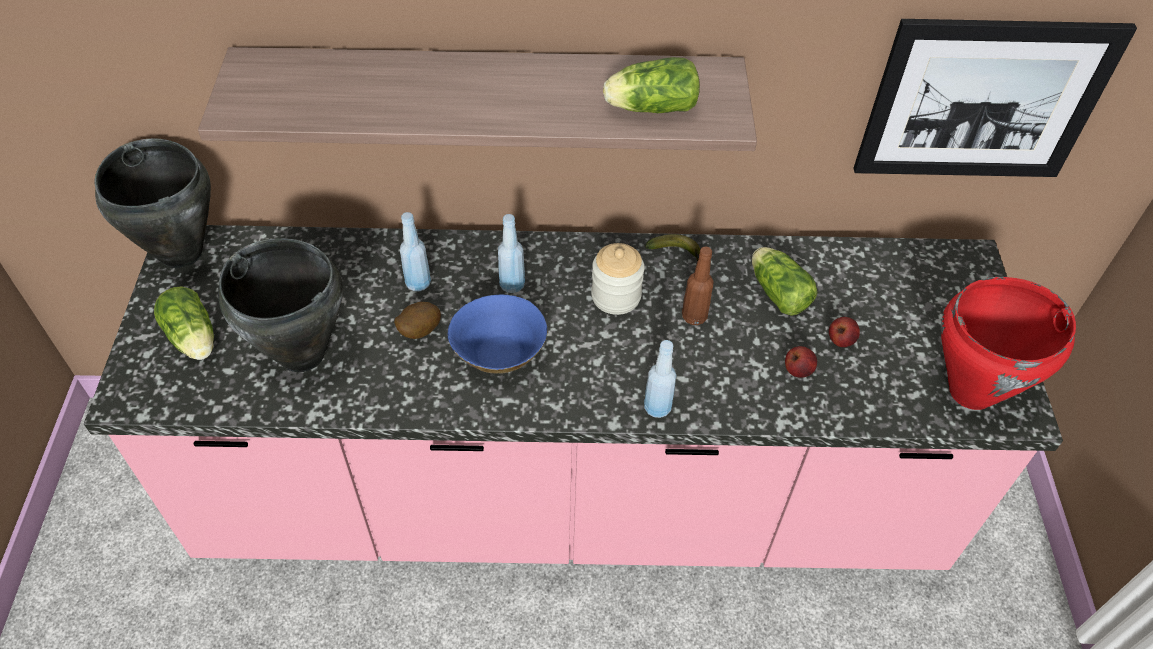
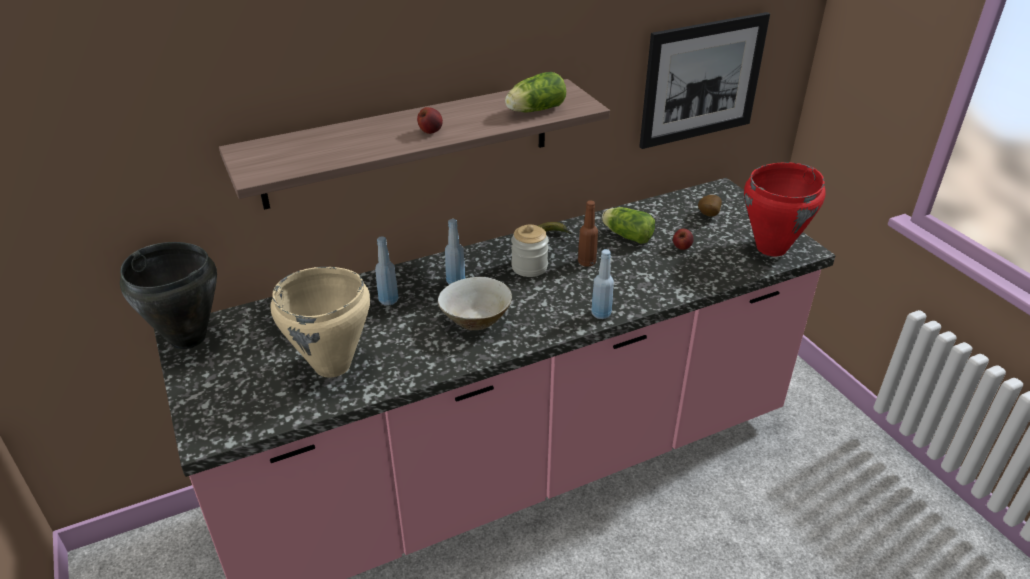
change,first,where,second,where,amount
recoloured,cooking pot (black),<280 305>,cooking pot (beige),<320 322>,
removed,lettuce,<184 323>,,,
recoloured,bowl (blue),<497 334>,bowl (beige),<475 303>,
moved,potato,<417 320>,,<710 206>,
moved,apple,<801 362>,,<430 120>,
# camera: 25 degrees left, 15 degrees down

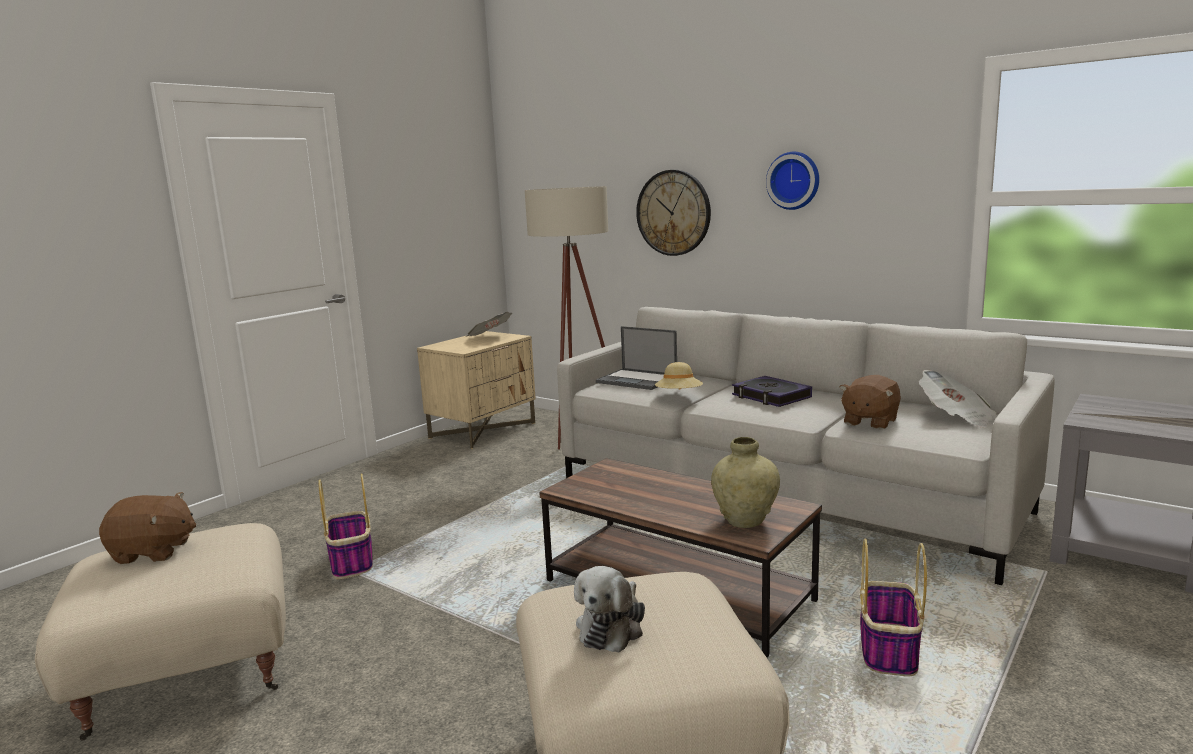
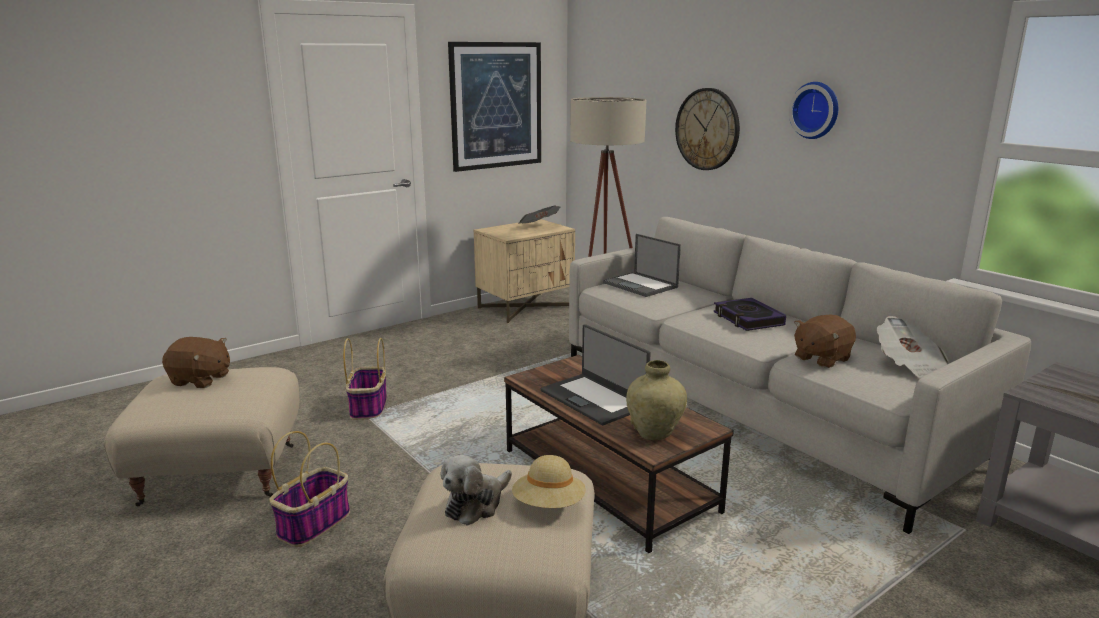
change,first,where,second,where,amount
moved,hat (beige),<679 375>,,<549 481>,
moved,basket,<893 607>,,<309 489>,
added,,,picture,<494 107>,
added,,,laptop,<596 374>,
# camera: 15 degrees right, 5 degrees up

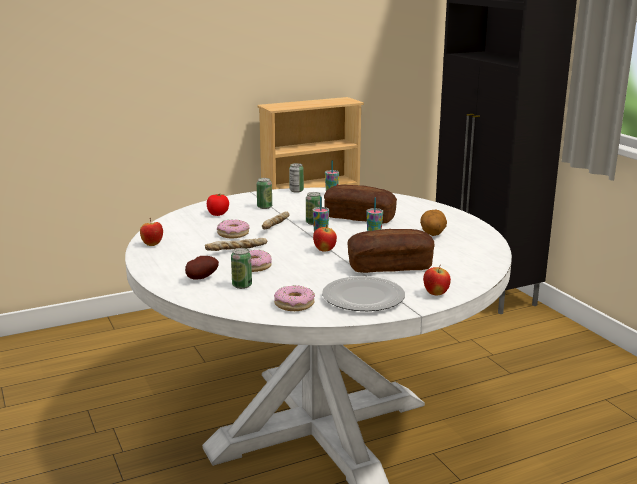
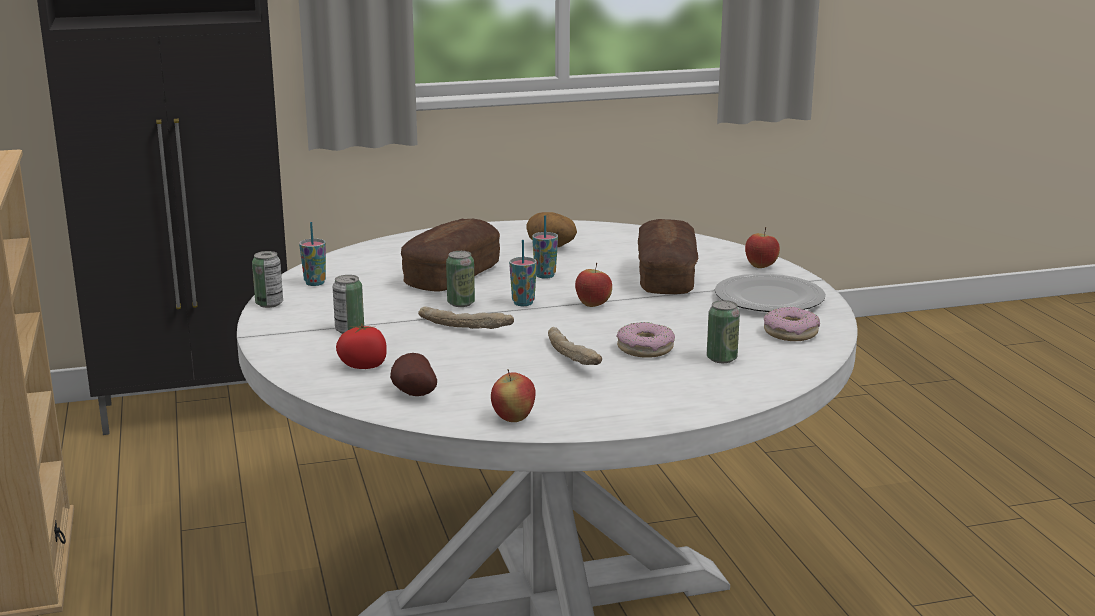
change,first,where,second,where,amount
removed,donut,<233 228>,,,
moved,potato,<202 268>,,<413 374>,
# camera: 80 degrees left, 0 degrees up

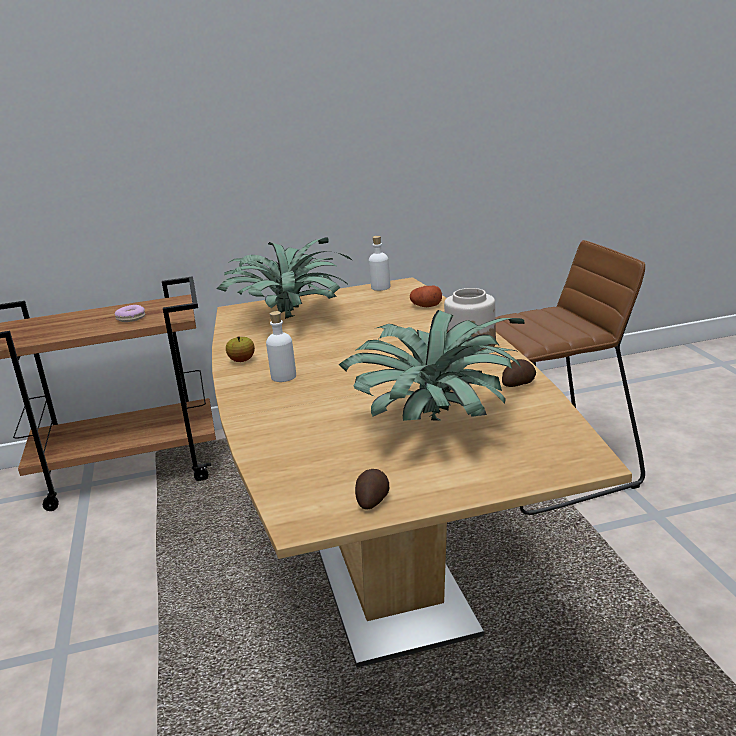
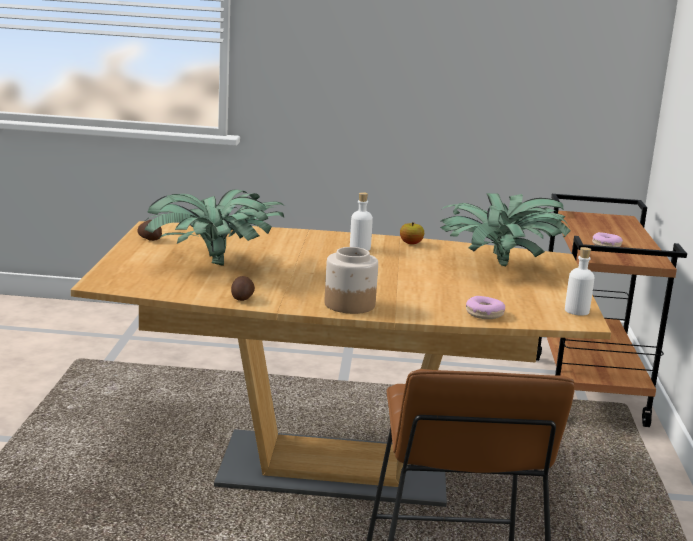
change,first,where,second,where,amount
replaced,potato,<426 296>,donut,<485 307>,
# camera: 105 degrees right, 5 degrees down

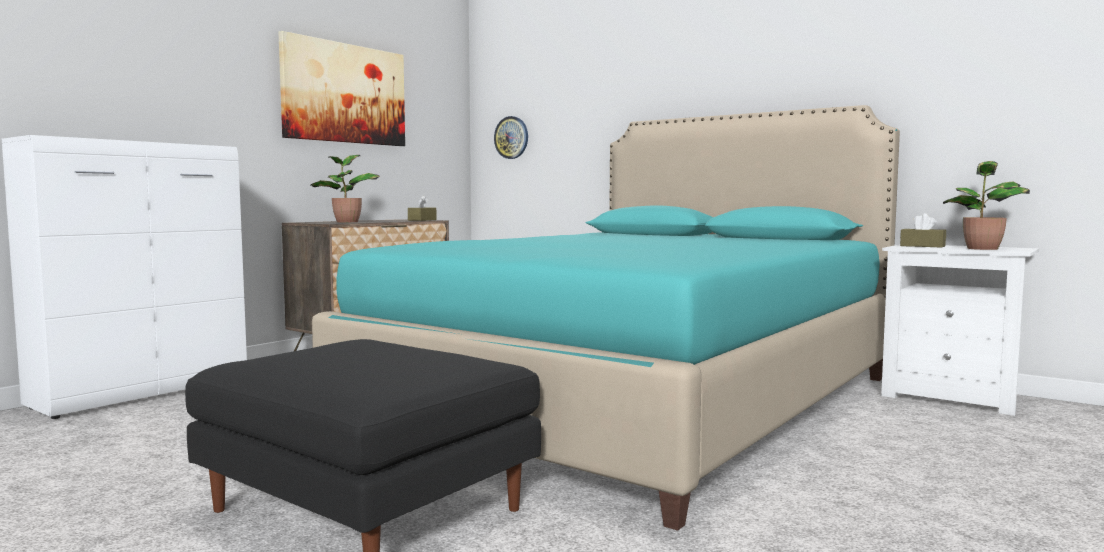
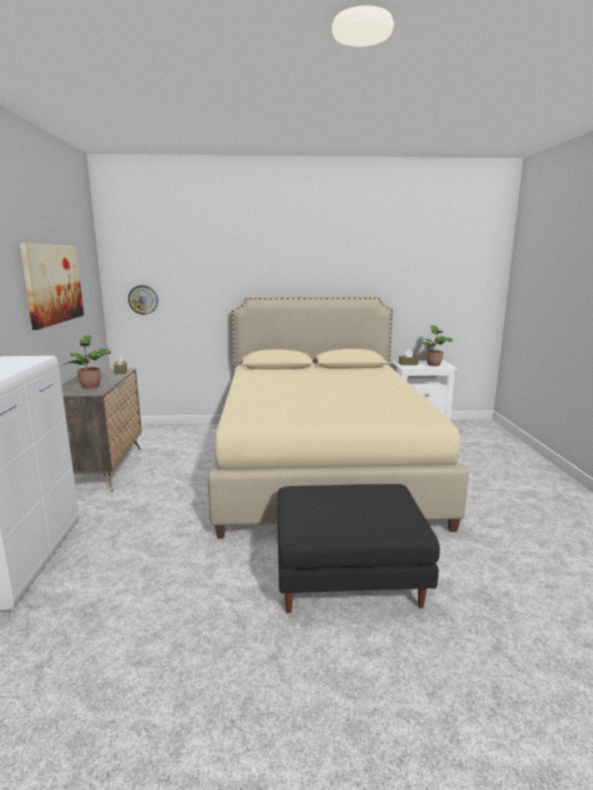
change,first,where,second,where,amount
recoloured,bed (turquoise),<606 318>,bed (beige),<338 417>,
# camera: 40 degrees left, 10 degrees up

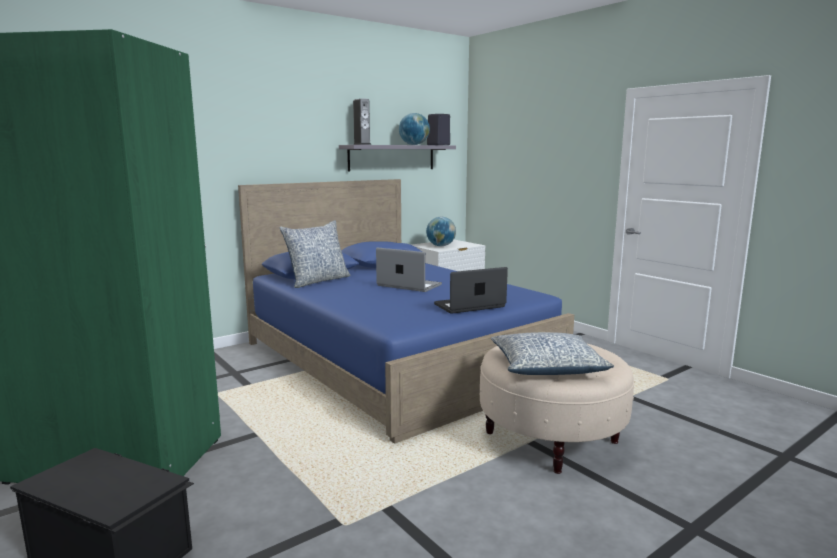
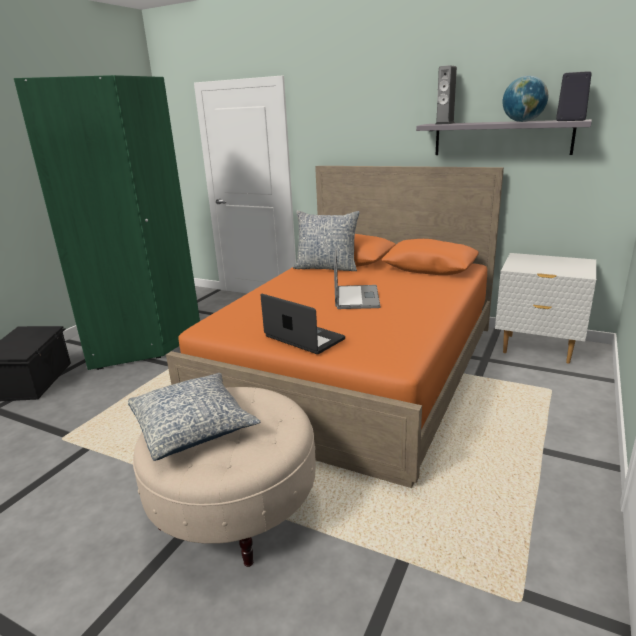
change,first,where,second,where,amount
recoloured,bed (blue),<406 311>,bed (orange),<335 327>,
removed,globe,<441 231>,,,
# camera: 65 degrees right, 10 degrees up

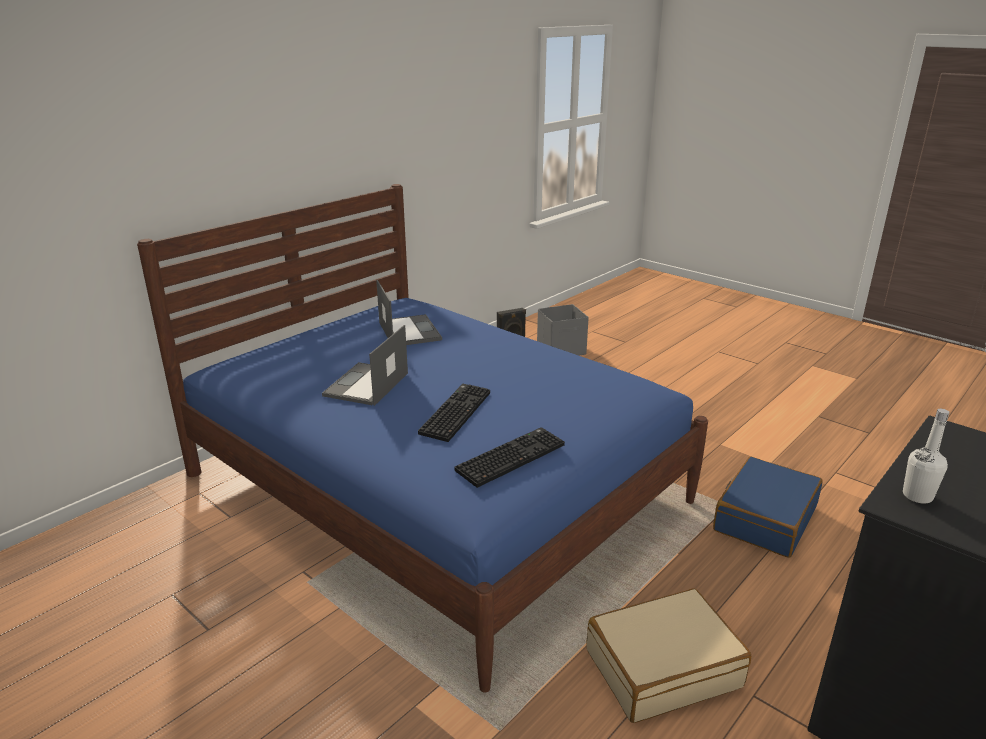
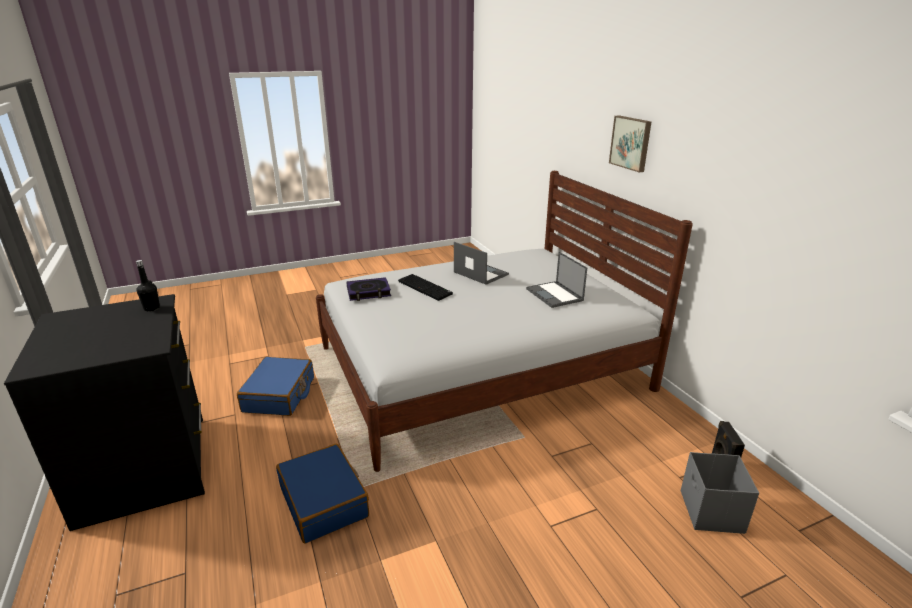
change,first,where,second,where,amount
recoloured,bed (blue),<422 438>,bed (white),<504 321>,
turned,laptop,<409 312>,,<556 280>,60 degrees clockwise
recoloured,bottle (white),<926 456>,bottle (black),<148 285>,
replaced,keyboard,<509 457>,book,<368 289>,
recoloured,suitcase (beige),<668 655>,suitcase (blue),<275 386>,
added,,,picture,<630 144>,
# camera: 115 degrees right, 0 degrees up

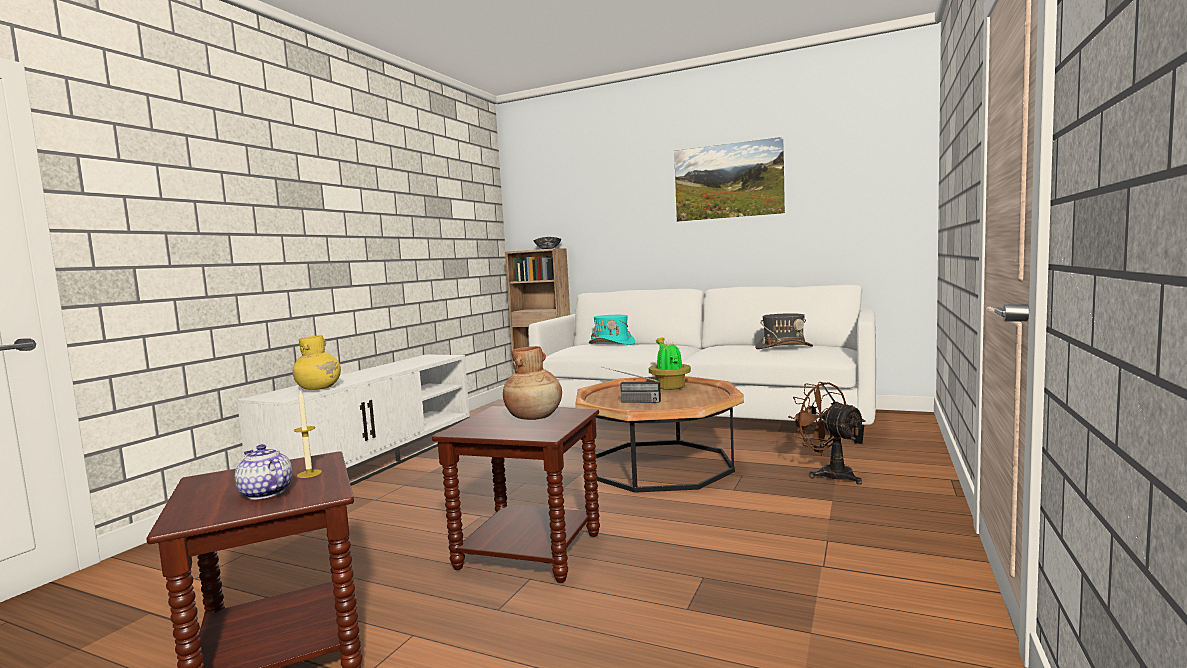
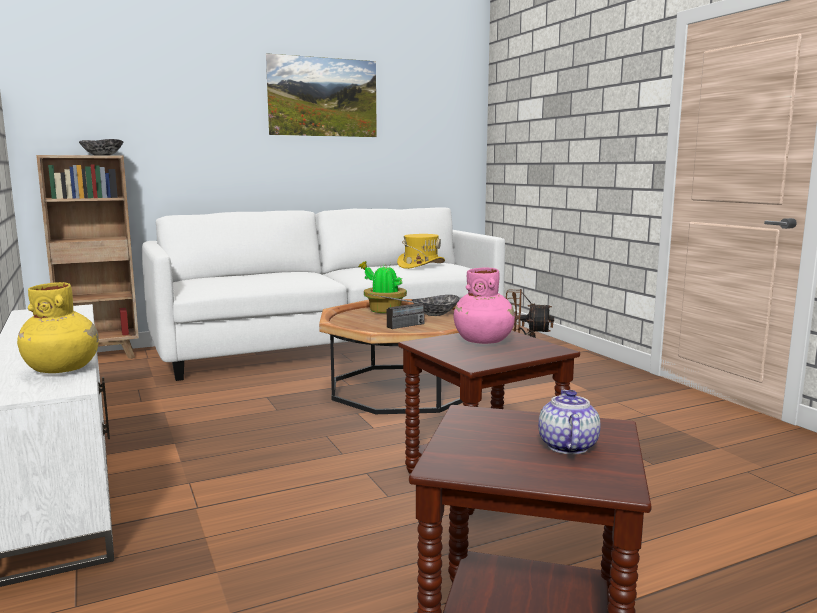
change,first,where,second,where,amount
recoloured,hat (grey),<784 331>,hat (yellow),<421 251>,
removed,hat (turquoise),<612 330>,,,
recoloured,vase (brown),<532 383>,vase (pink),<484 306>,
removed,candle,<308 434>,,,
turned,teapot,<263 472>,,<569 422>,105 degrees clockwise
added,,,bowl,<435 305>,
# camera: 50 degrees left, 5 degrees up

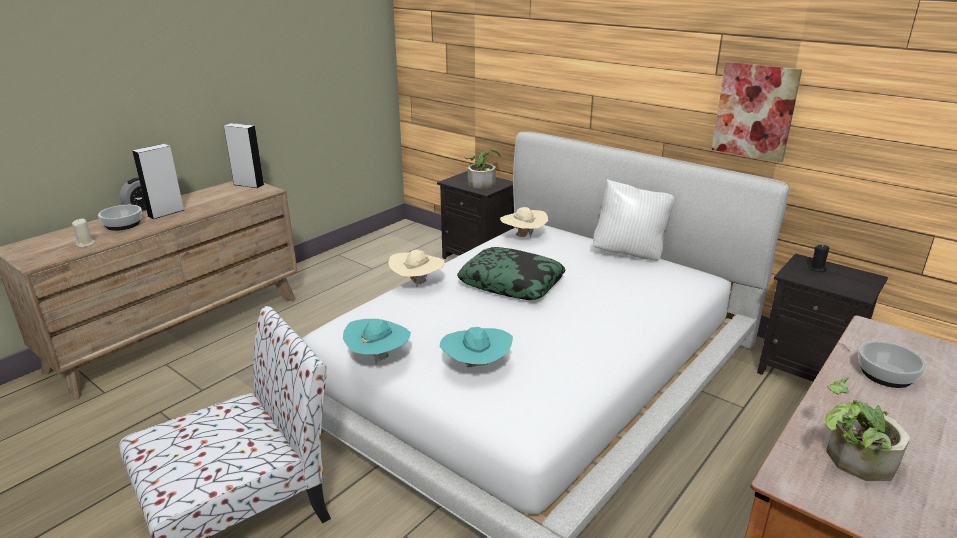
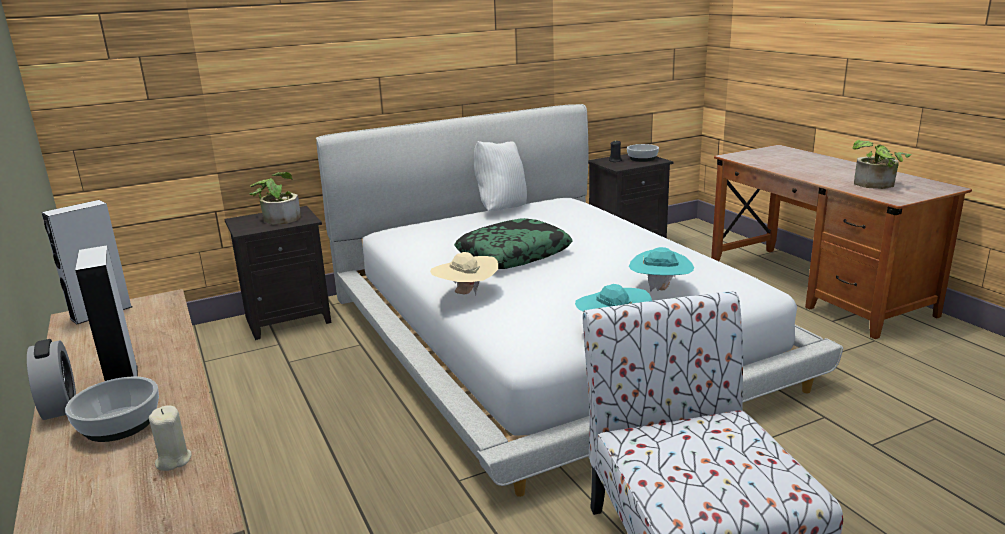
change,first,where,second,where,amount
removed,picture,<757 112>,,,
removed,hat (beige),<524 222>,,,
moved,bowl,<892 364>,,<643 153>,
# camera: 65 degrees left, 5 degrees down

